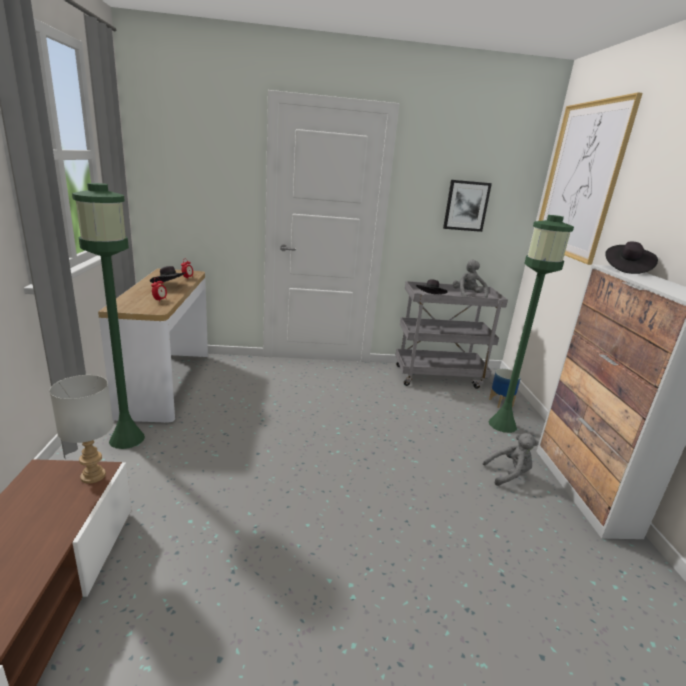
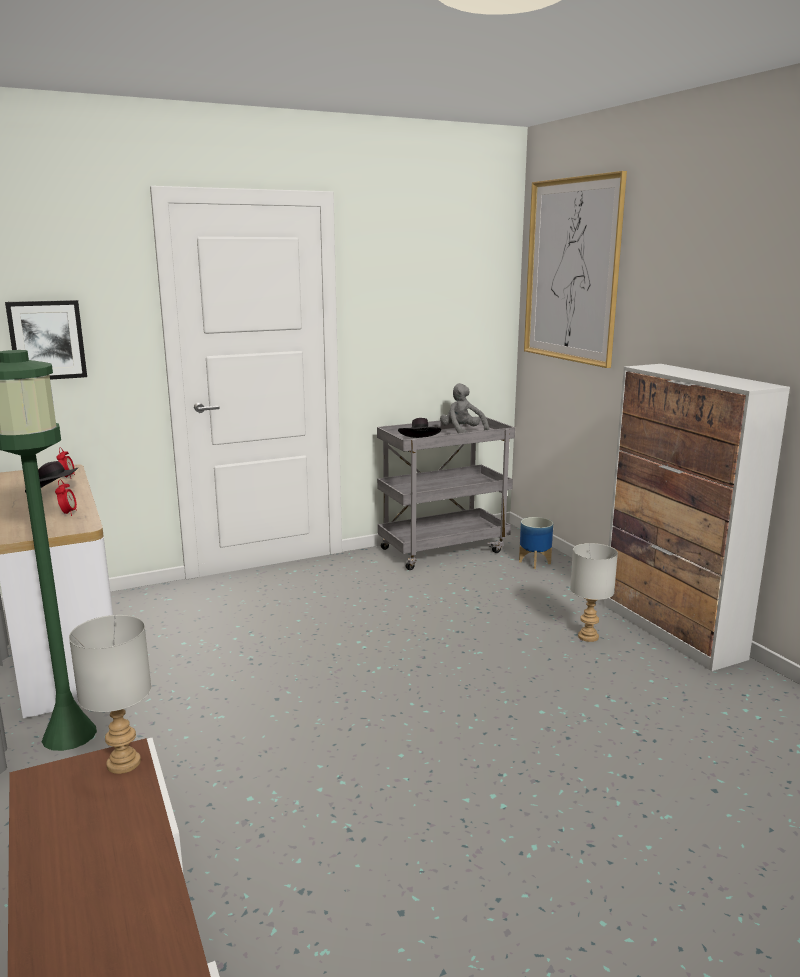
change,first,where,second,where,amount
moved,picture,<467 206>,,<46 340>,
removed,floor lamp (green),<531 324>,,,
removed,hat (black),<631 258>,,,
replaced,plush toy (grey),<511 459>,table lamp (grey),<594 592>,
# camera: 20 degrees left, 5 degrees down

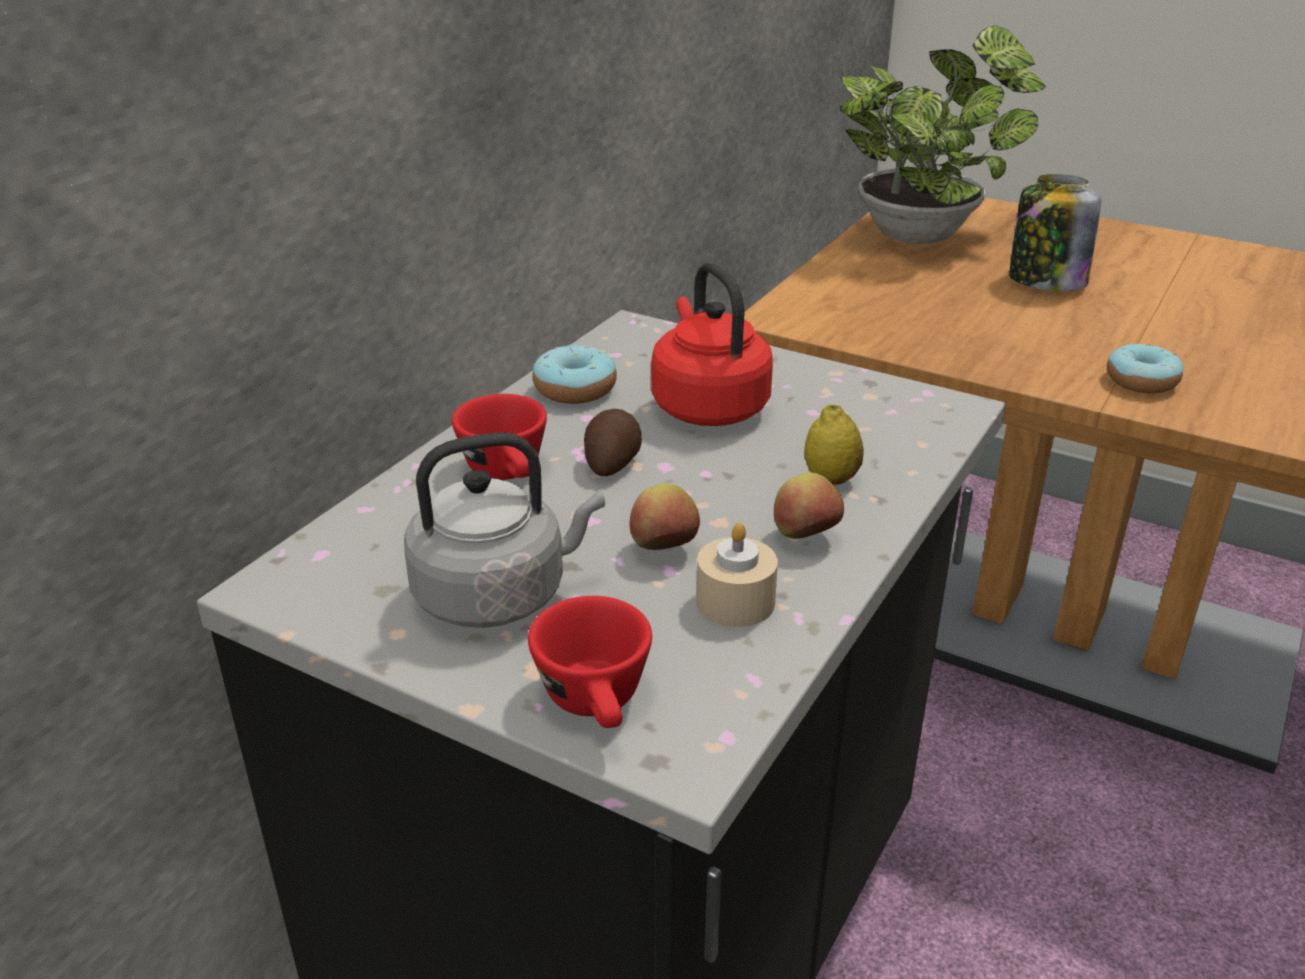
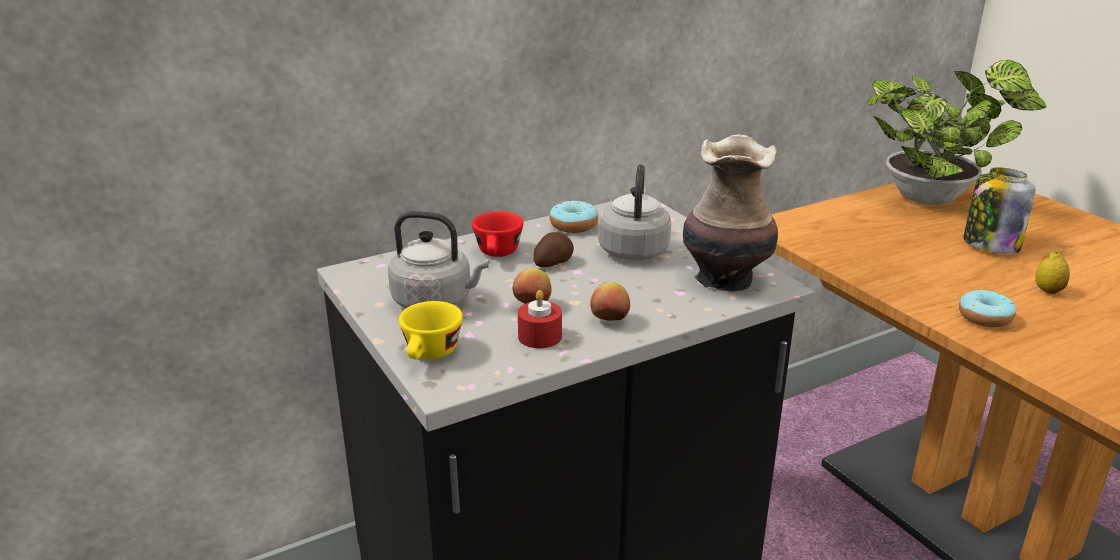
change,first,where,second,where,amount
recoloured,kettle (red),<712 344>,kettle (grey),<634 212>,
moved,lemon,<834 444>,,<1052 272>,
recoloured,candle (beige),<737 575>,candle (red),<540 319>,
recoloured,cup (red),<590 662>,cup (yellow),<431 330>,
added,,,vase,<730 213>,
# camera: 30 degrees right, 5 degrees down

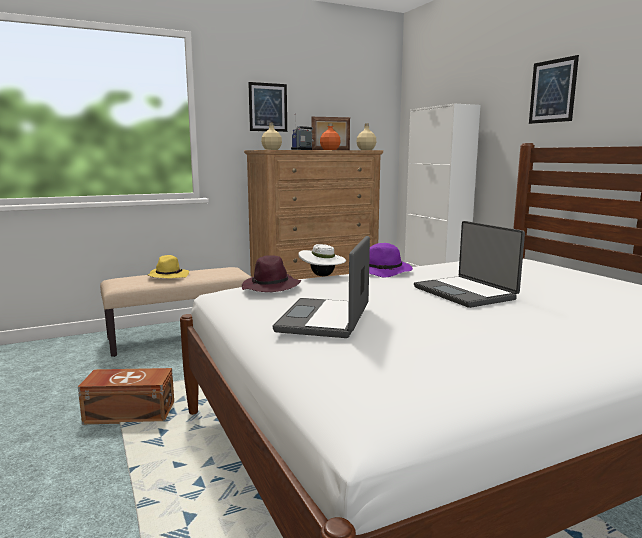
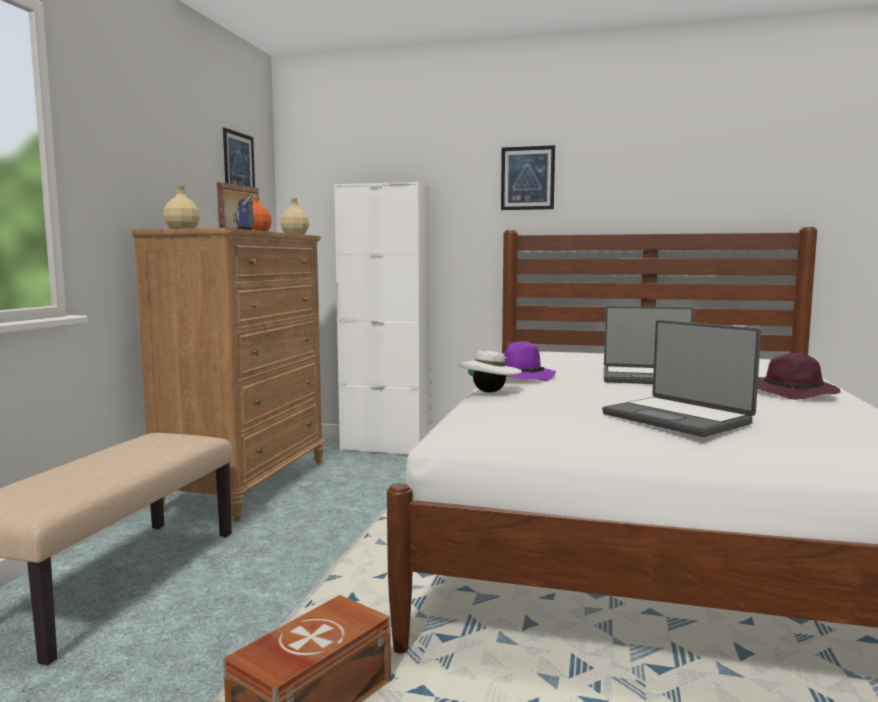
change,first,where,second,where,amount
moved,picture,<267 107>,,<239 157>,
removed,hat (yellow),<168 266>,,,
moved,hat (purple),<271 273>,,<799 376>,
# camera: 50 degrees left, 5 degrees down

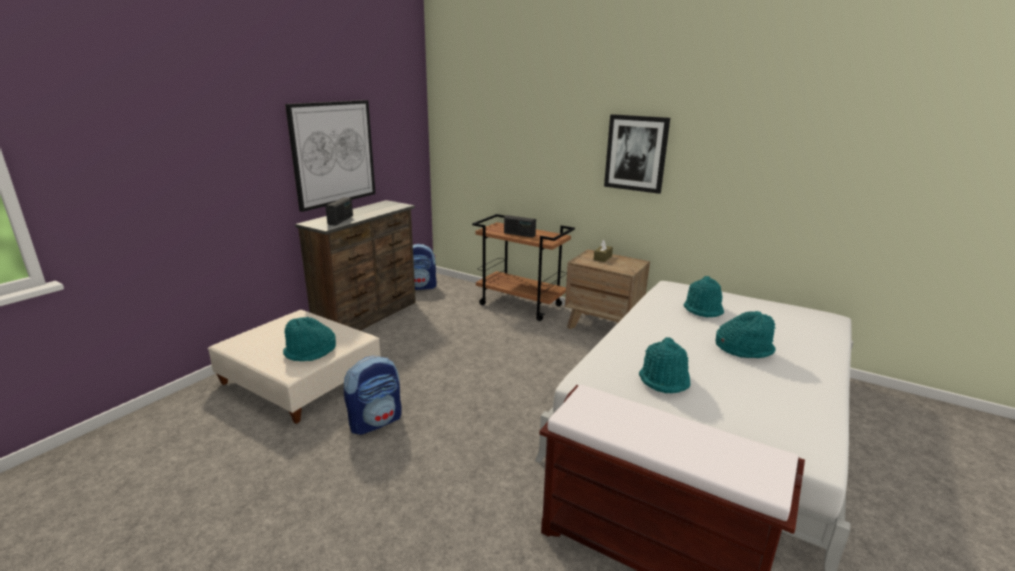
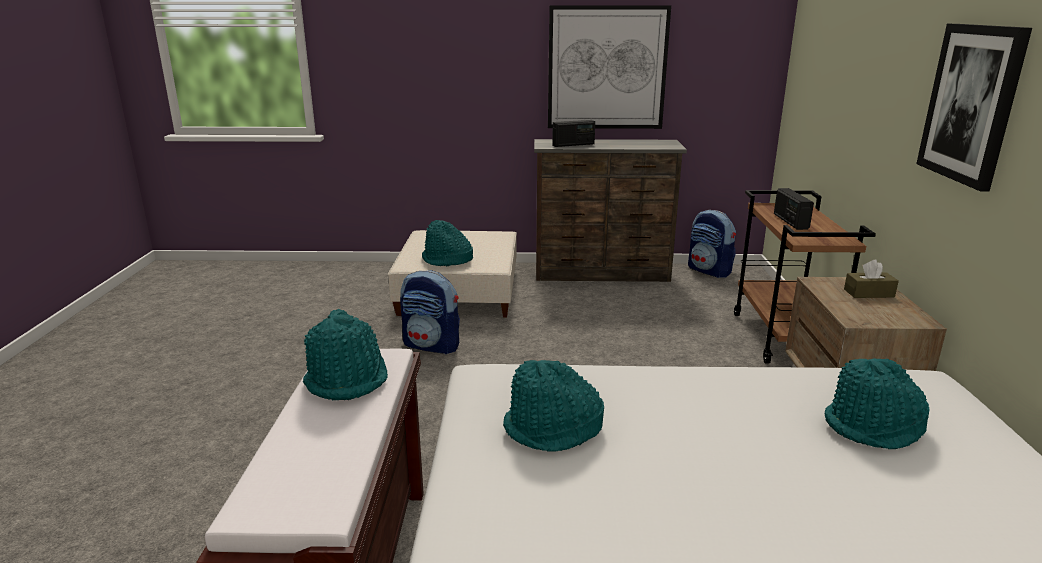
change,first,where,second,where,amount
moved,hat (turquoise),<745 334>,,<345 355>,
# camera: 60 degrees right, 0 degrees up

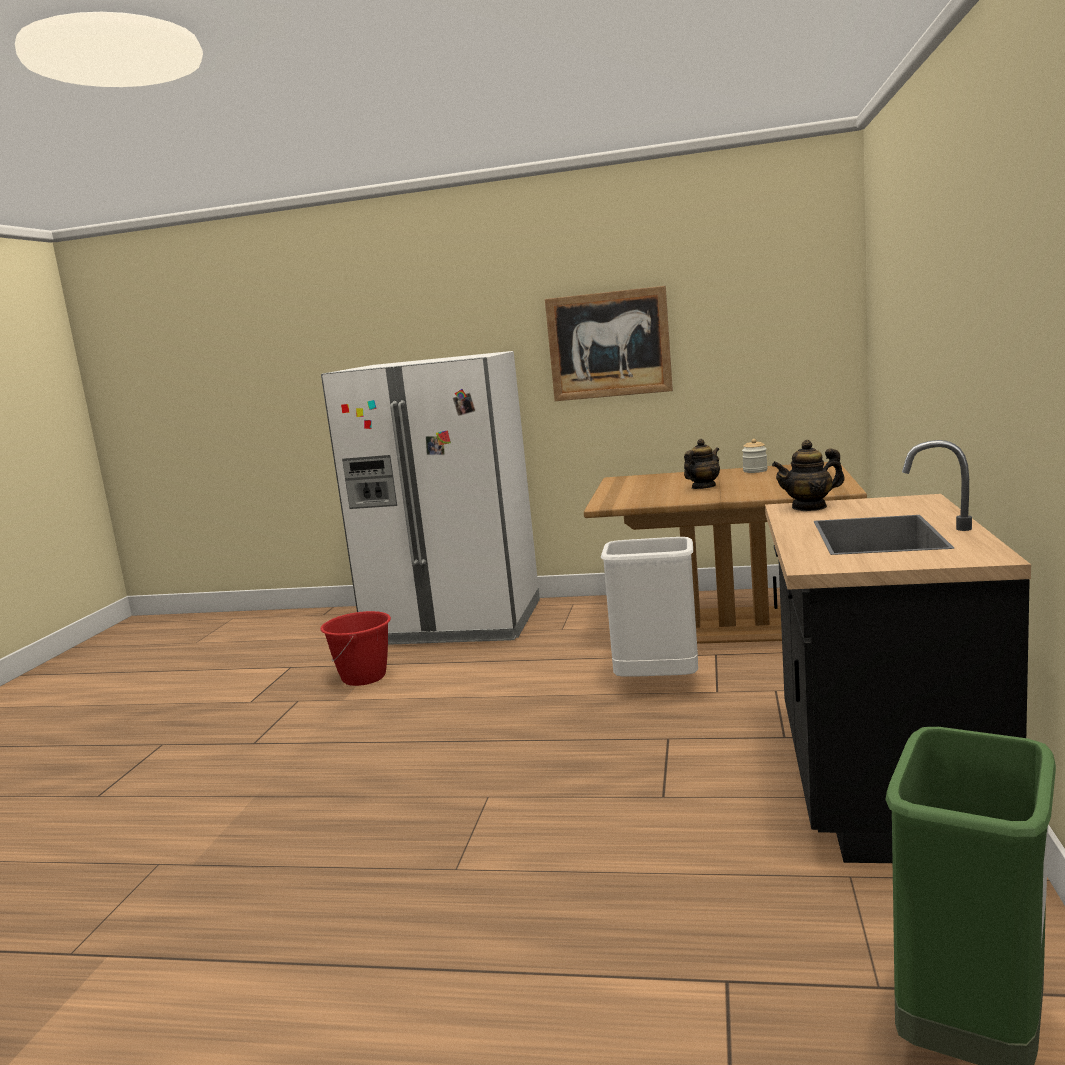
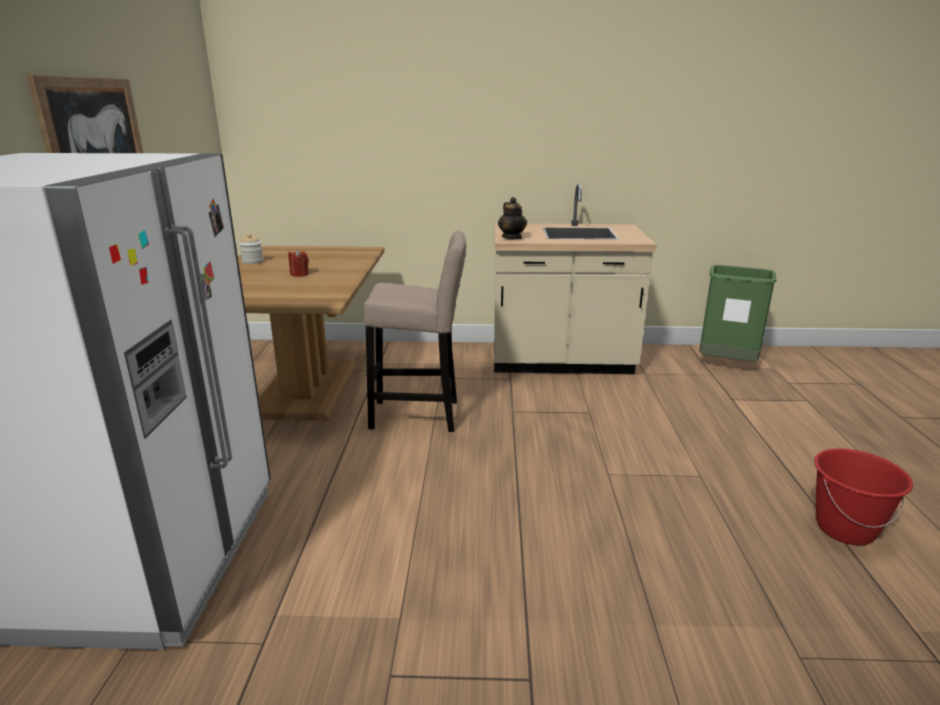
change,first,where,second,where,amount
replaced,teapot,<702 464>,candle (red),<298 263>,
recoloured,counter (black),<898 651>,counter (beige),<575 279>,
replaced,trash can (white),<649 607>,stool (beige),<415 331>,
moved,bucket (red),<355 648>,,<863 497>,
# camera: 100 degrees left, 10 degrees up

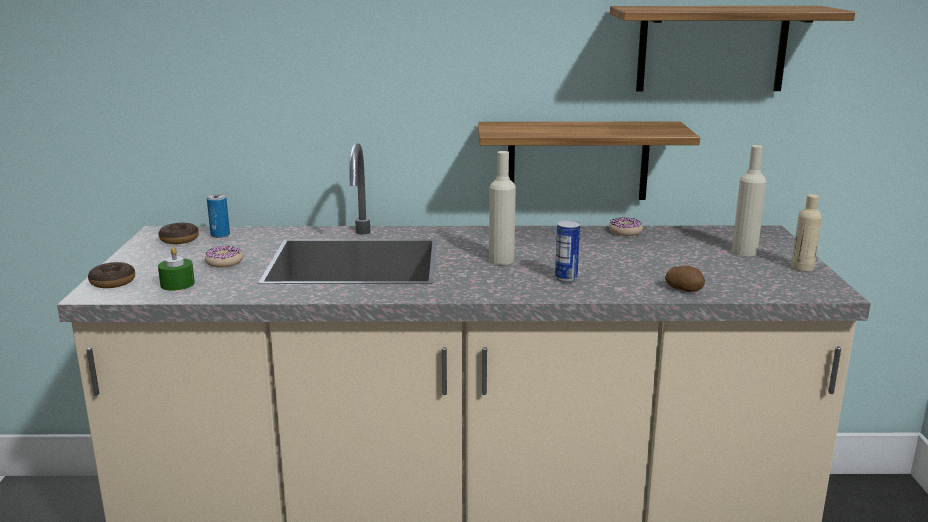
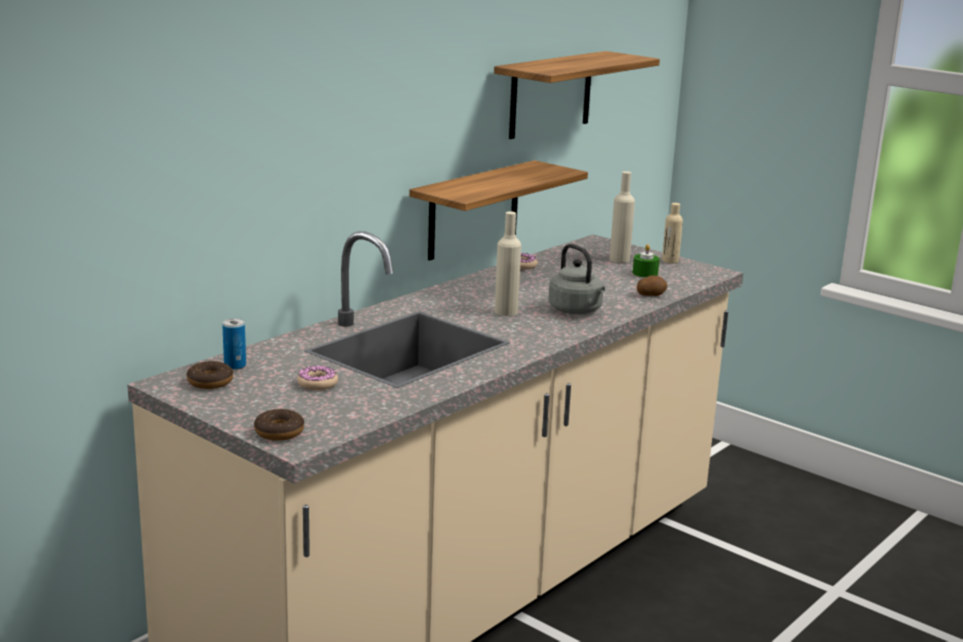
change,first,where,second,where,amount
replaced,can,<567 251>,kettle (grey),<576 279>,
moved,candle (green),<176 269>,,<646 261>,
# camera: 50 degrees left, 0 degrees up

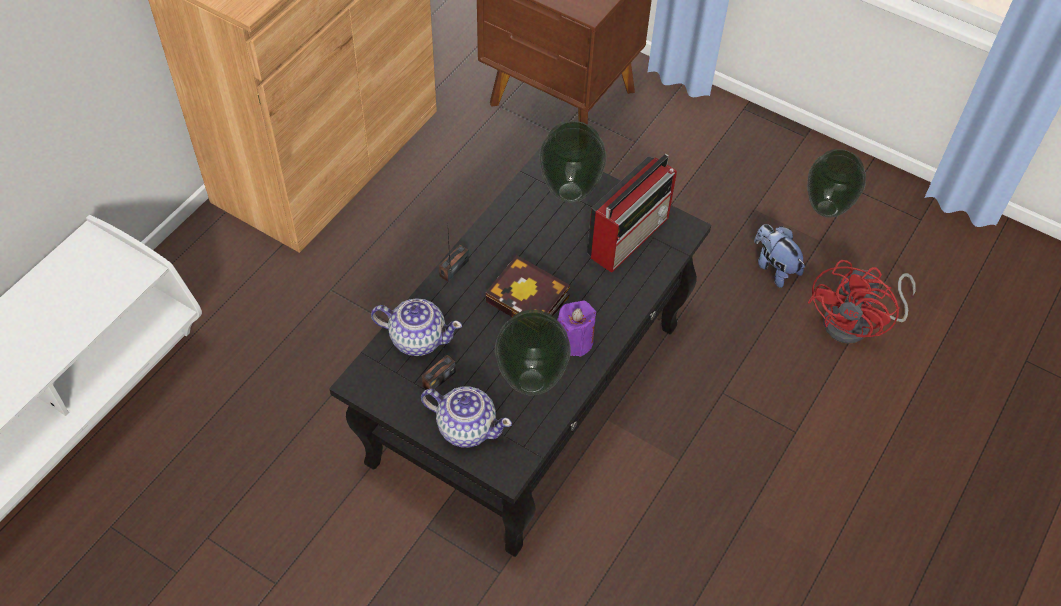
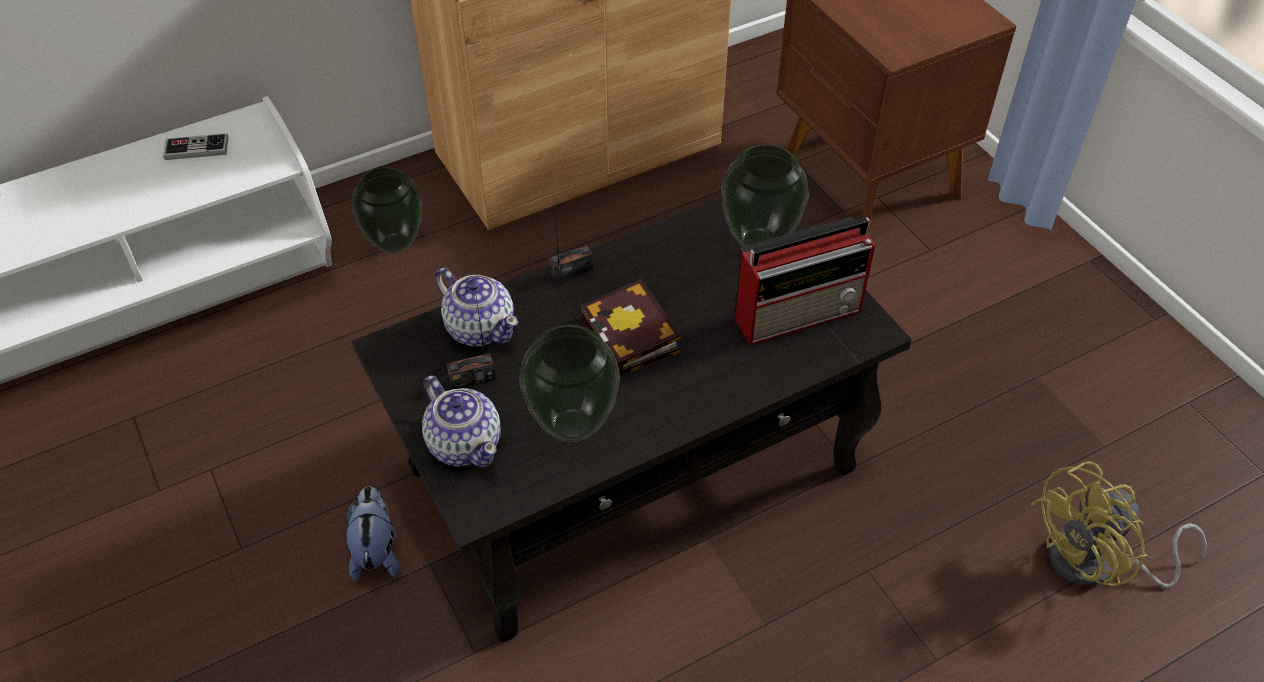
change,first,where,second,where,amount
moved,vase,<836 183>,,<387 211>,
moved,plush toy,<779 256>,,<373 534>,
recoloured,fan (red),<862 302>,fan (yellow),<1119 524>,
removed,candle (purple),<576 329>,,,
added,,,game controller,<195 146>,
# camera: 30 degrees right, 5 degrees down

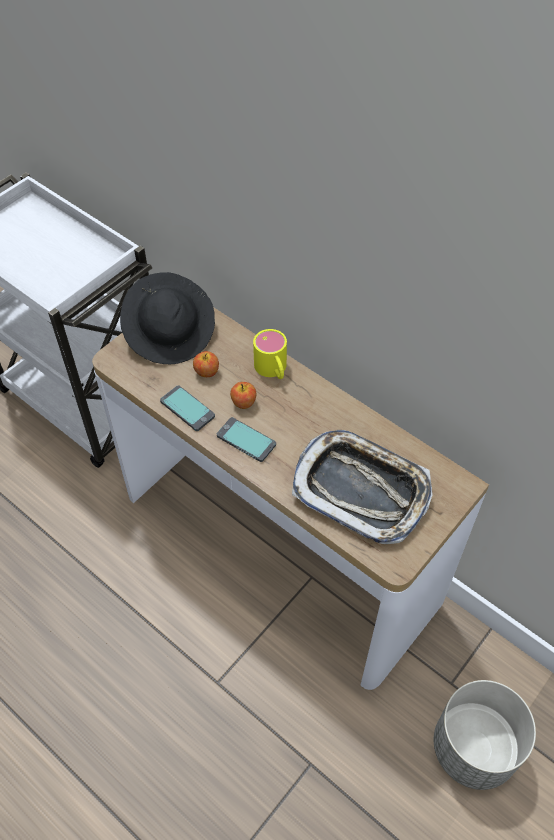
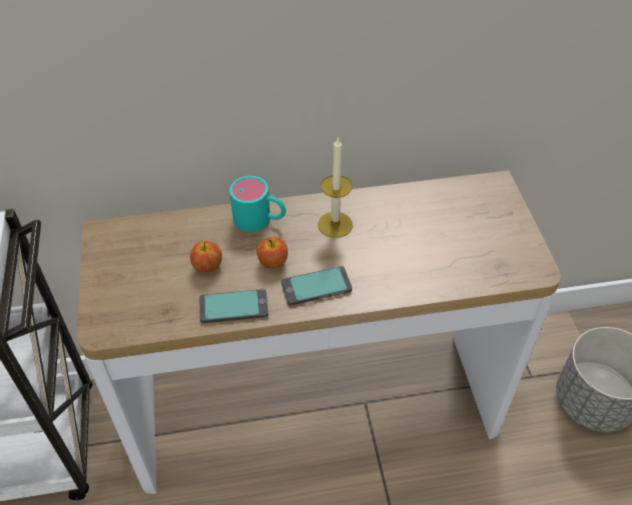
change,first,where,second,where,amount
removed,hat (black),<167 318>,,,
recoloured,mug (yellow),<270 354>,mug (turquoise),<258 204>,
removed,tray,<362 487>,,,
added,,,candle,<335 188>,
# camera: 50 degrees left, 5 degrees down

